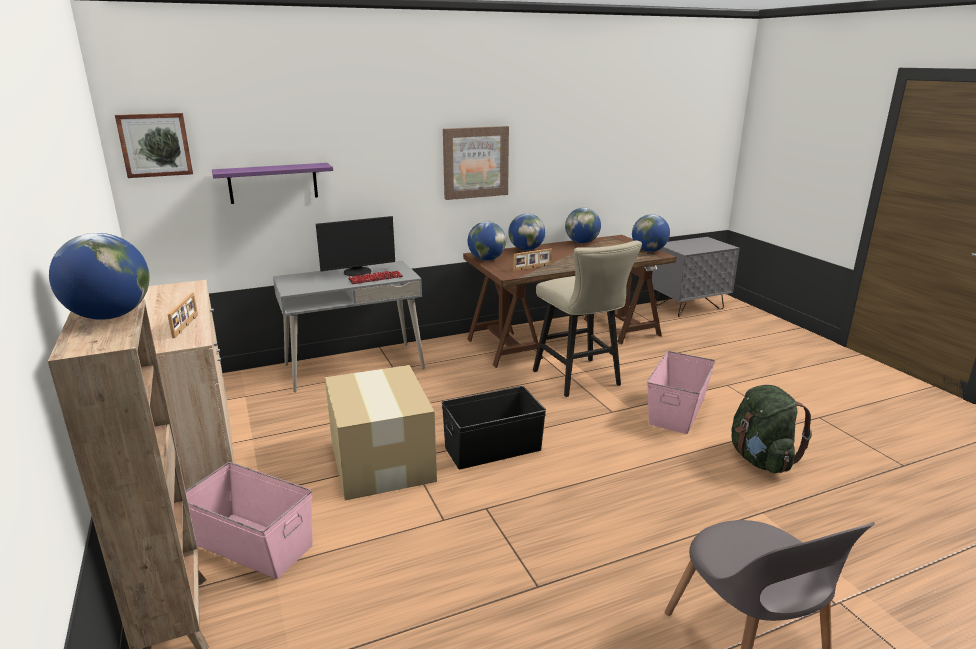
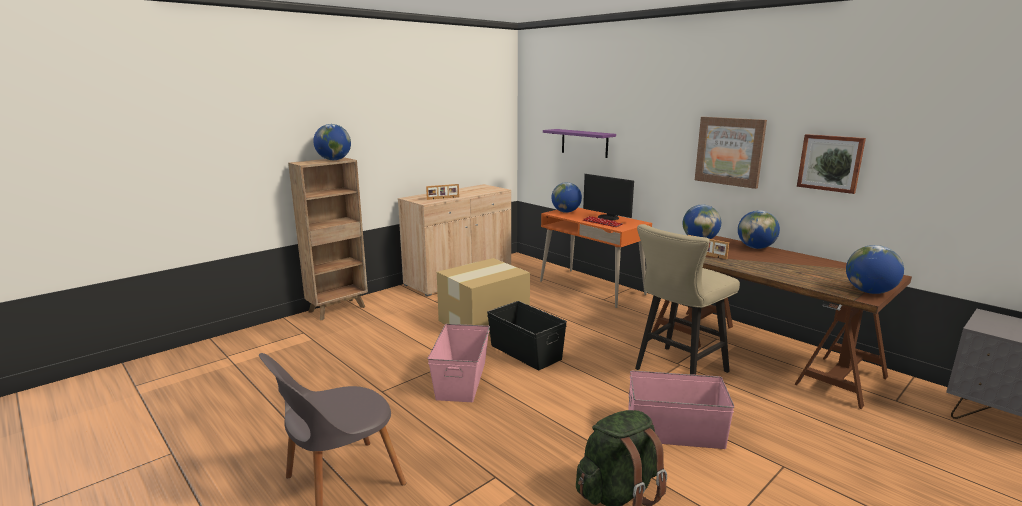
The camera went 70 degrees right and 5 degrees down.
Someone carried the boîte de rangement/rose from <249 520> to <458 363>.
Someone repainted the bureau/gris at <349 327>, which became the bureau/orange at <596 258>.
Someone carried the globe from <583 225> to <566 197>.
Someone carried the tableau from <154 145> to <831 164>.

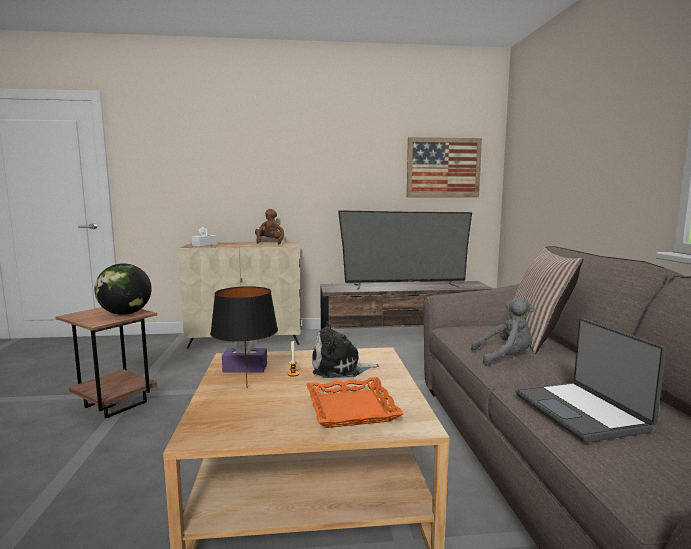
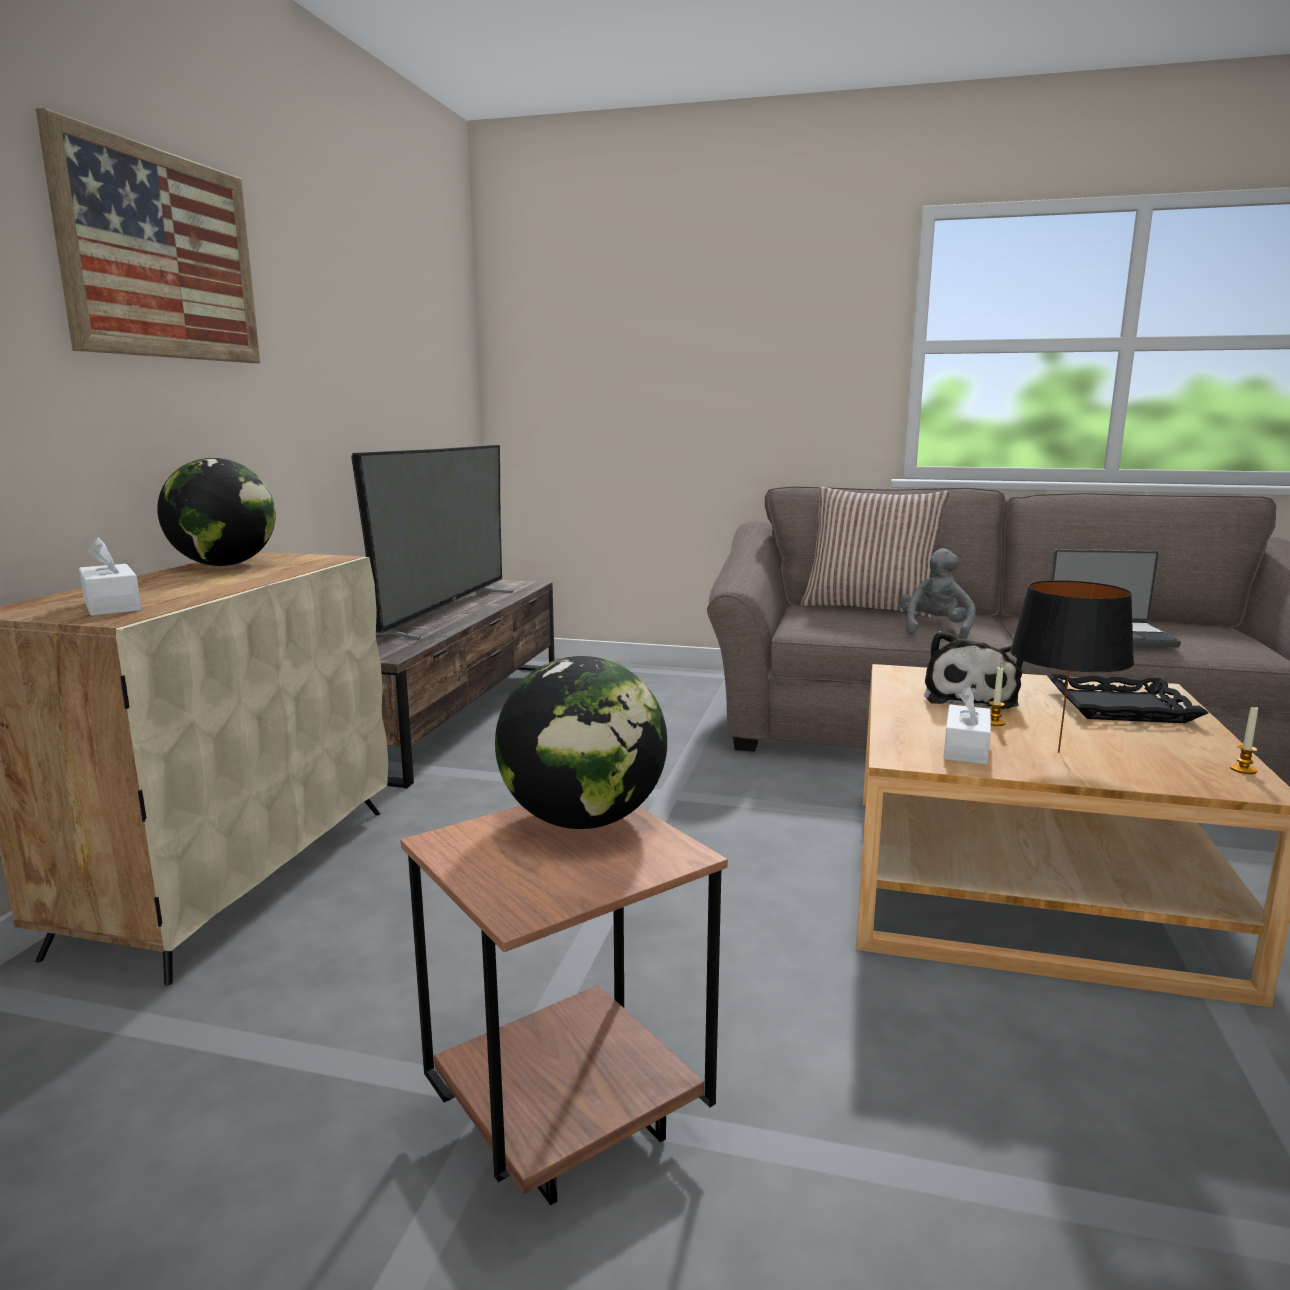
The camera went 70 degrees left and 5 degrees up.
Someone carried the tableau from <444 167> to <148 235>.
Someone swapped the peluche/marron at <269 227> for the globe at <216 512>.
Someone repainted the boîte à mouchoirs/violet at <244 356>, which became the boîte à mouchoirs/blanc at <967 725>.
Someone repainted the plateau/orange at <355 402>, which became the plateau/noir at <1128 698>.
Someone put down the bougie at <1244 740>.

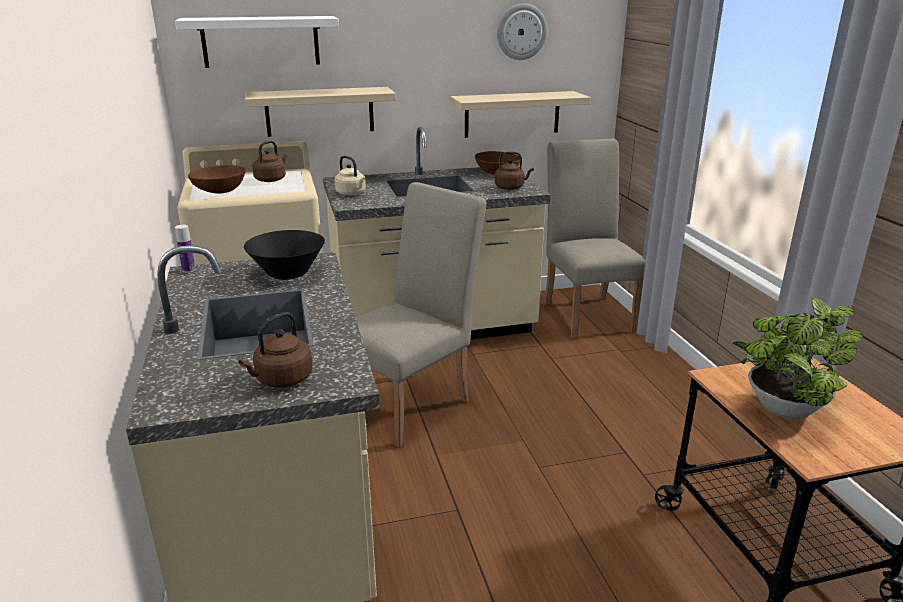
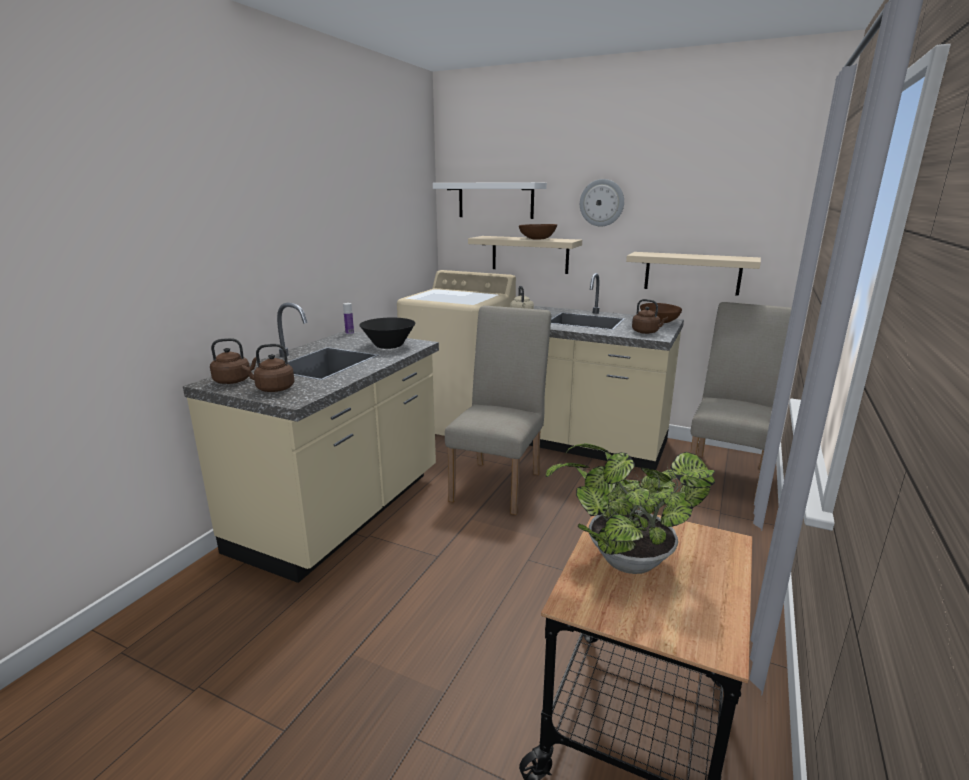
The camera went 40 degrees right and 5 degrees down.
Someone carried the bouilloire/marron from <270 161> to <233 361>.
Someone rotated the chaise/beige at <421 315> by 60 degrees counterclockwise.
Someone carried the bol/marron from <217 179> to <538 232>.
Someone carried the horloge murale from <522 31> to <602 203>.

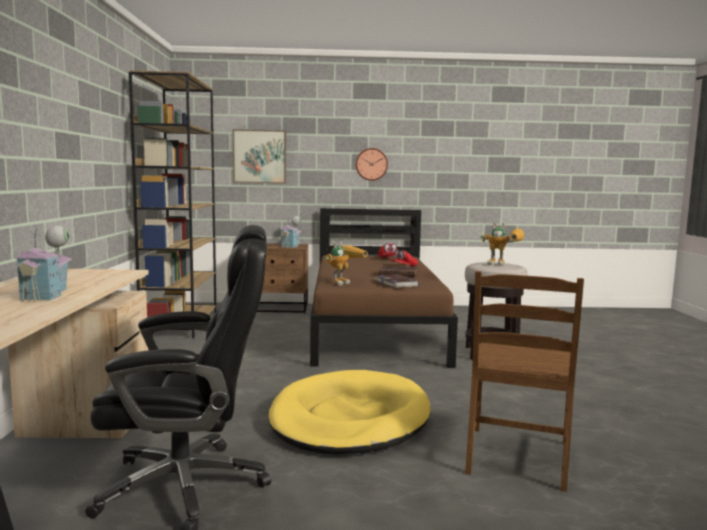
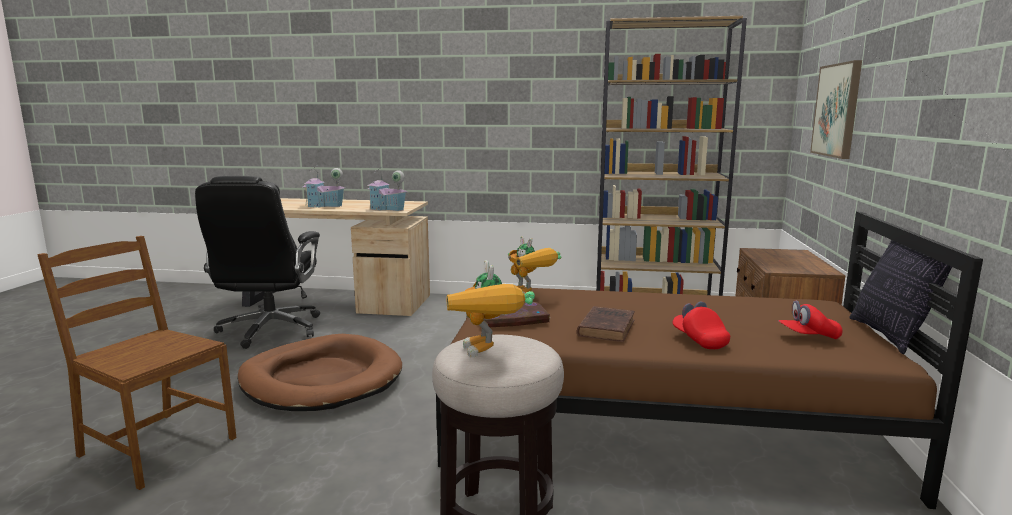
The camera went 100 degrees right and 5 degrees up.
Someone repainted the panier pour chien/jaune at <349 412>, which became the panier pour chien/marron at <319 372>.
Someone carried the maison miniature from <291 232> to <387 189>.
Someone rotated the robot jouet at <502 244> by 45 degrees counterclockwise.
Someone put down the coussin at <901 297>.
Someone took away the horloge murale at <372 164>.

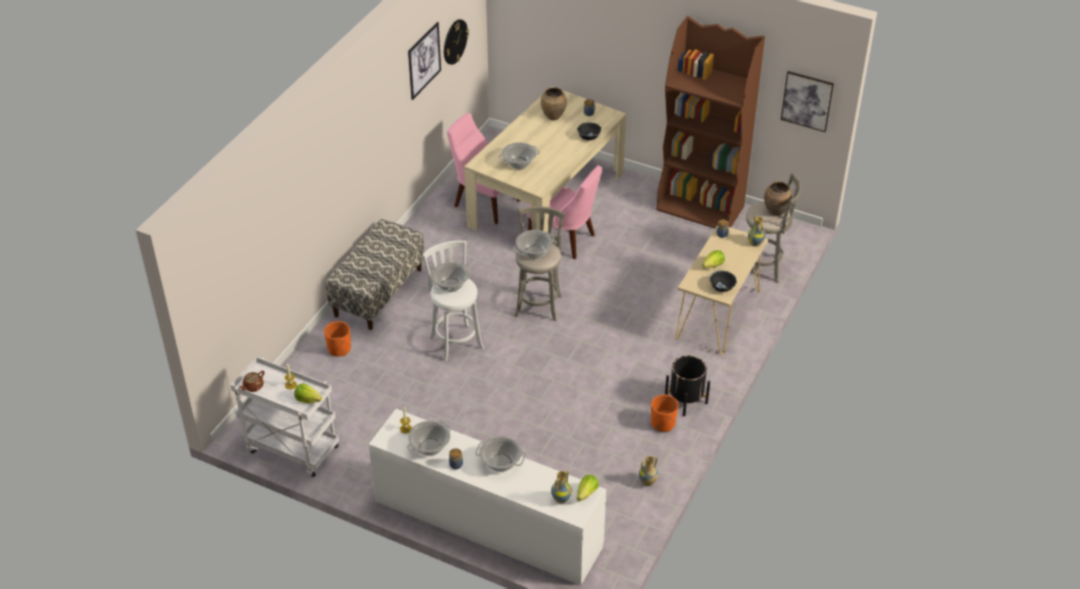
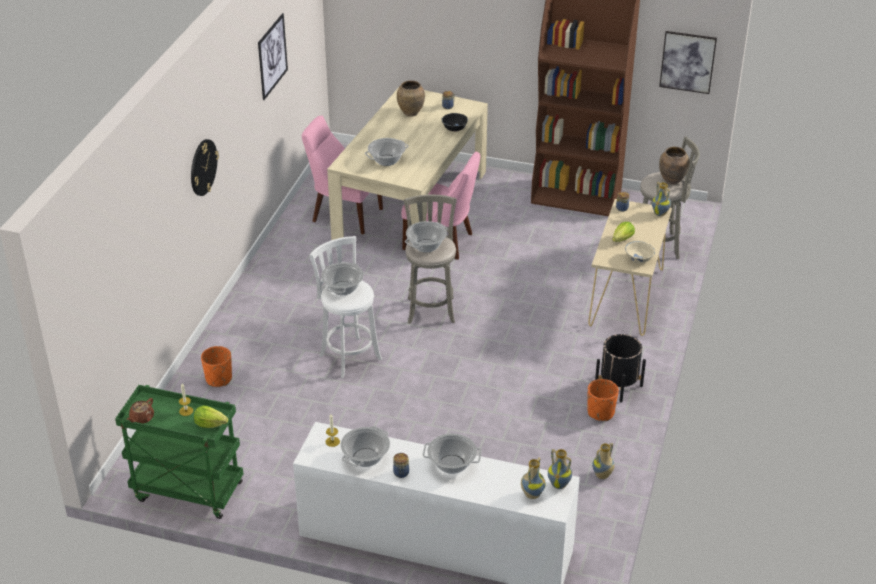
The camera went 10 degrees left and 5 degrees down.
Someone repainted the chariot/blanc at <285 417>, which became the chariot/vert at <179 452>.
Someone carried the horloge murale from <456 42> to <205 167>.
Someone swapped the laitue at <588 488> for the vase at <560 469>.
Someone repainted the bol/noir at <723 281>, which became the bol/beige at <640 252>.
Someone took away the banc at <375 274>.

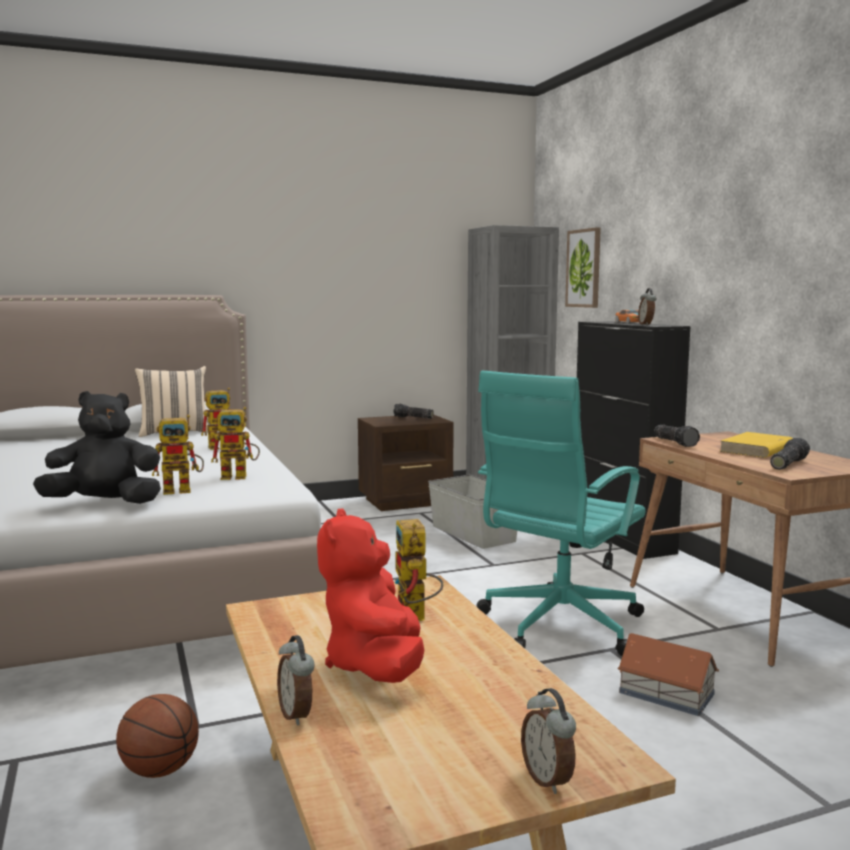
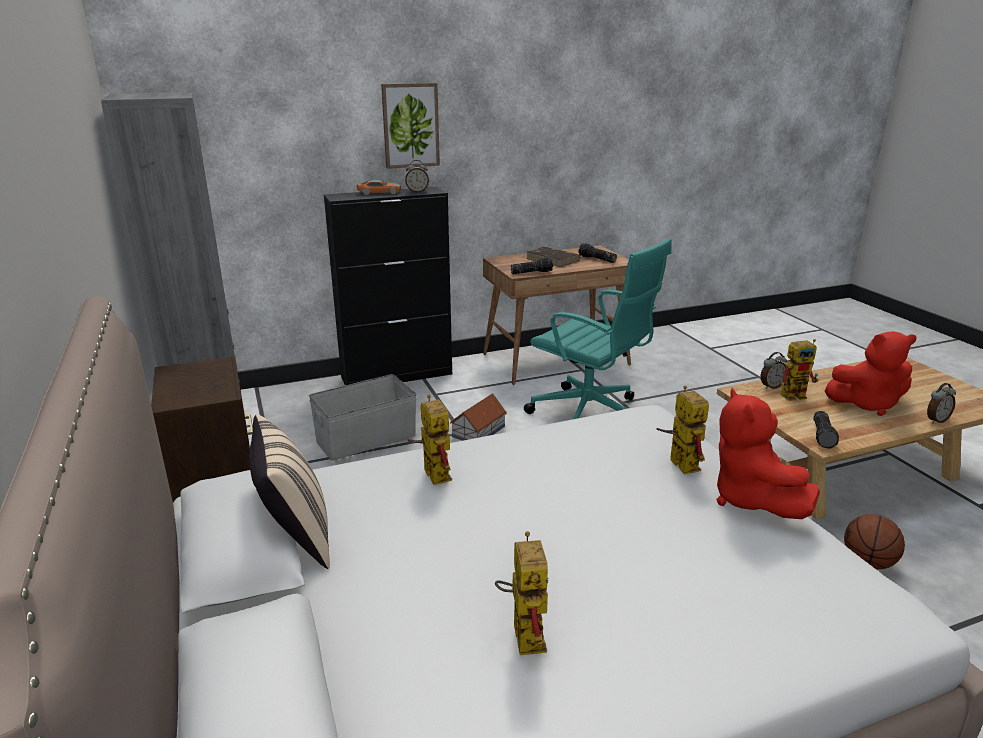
The camera went 90 degrees left and 15 degrees up.
Someone carried the tableau from <583 267> to <410 126>.
Someone carried the maison miniature from <668 674> to <478 417>.
Someone carried the robot jouet from <235 443> to <522 593>.
Someone repainted the livre/jaune at <756 445>, which became the livre/marron at <553 257>.
Someone repainted the peluche/noir at <97 447>, which became the peluche/rouge at <768 453>.
Someone carried the réveil from <548 741> to <774 370>.
Someone carried the lampe de poche from <414 411> to <826 430>.

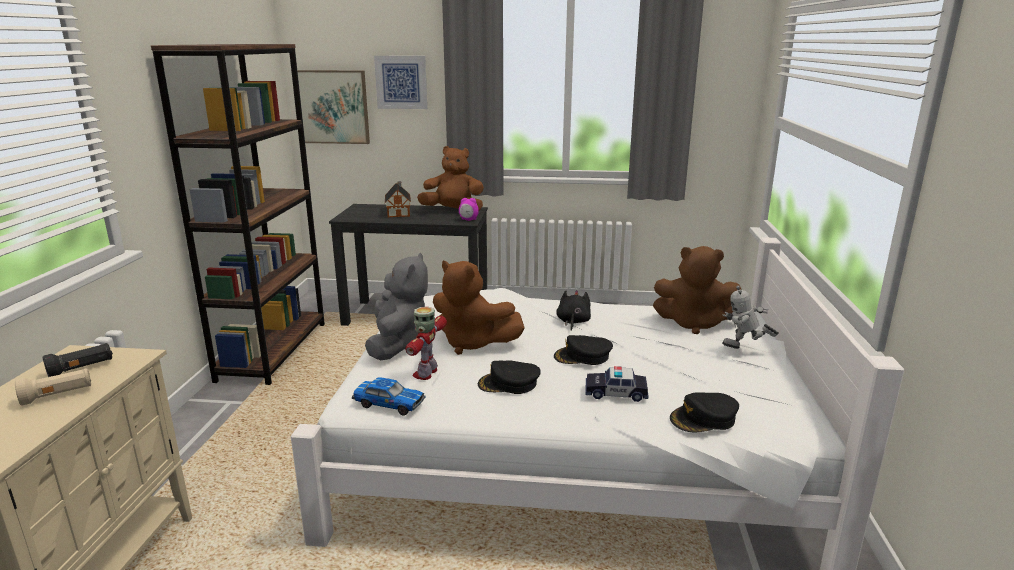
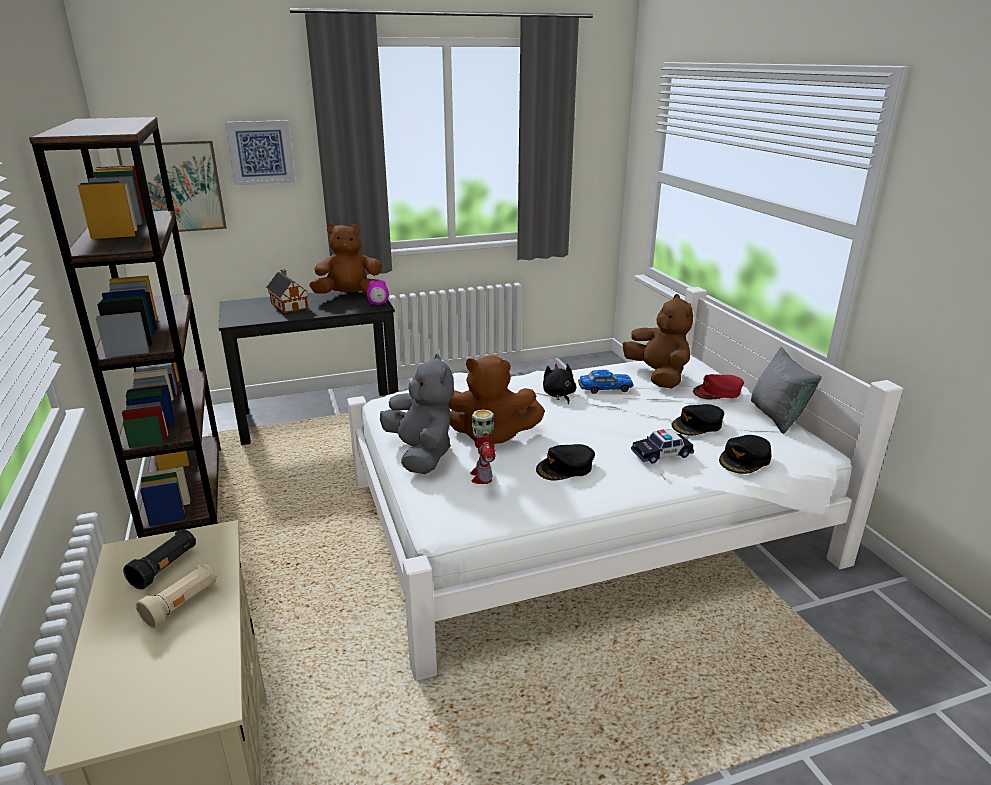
The camera went 25 degrees left and 5 degrees up.
Someone carried the petite voiture from <388 396> to <606 382>.
Someone rotated the peluche/marron at <697 290> by 105 degrees counterclockwise.
Someone carried the casquette/noir from <583 350> to <698 420>.
Someone swapped the robot jouet at <750 317> for the casquette/rouge at <718 386>.
Someone put down the coussin/gris at <786 390>.

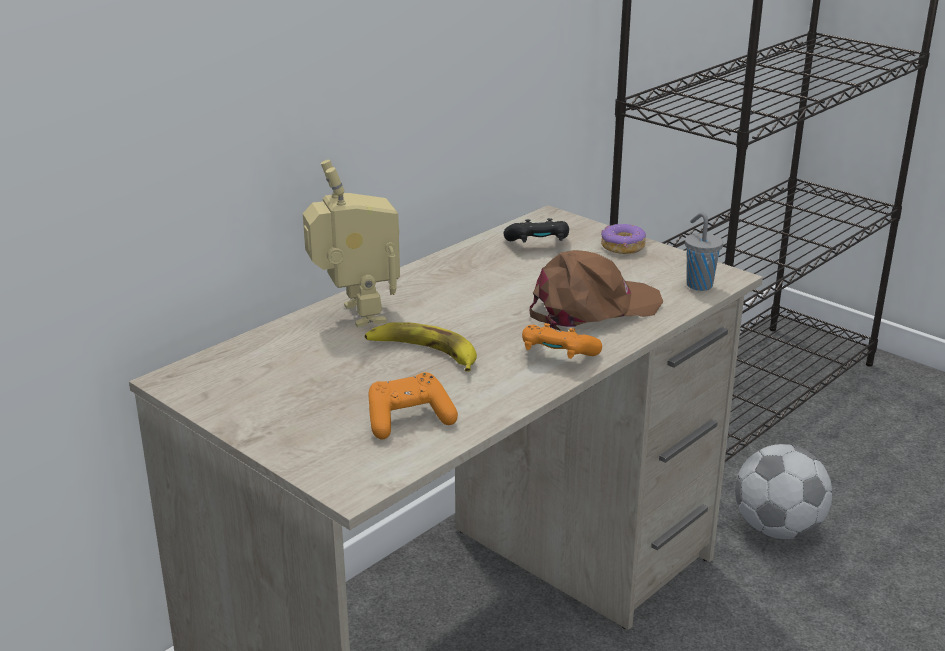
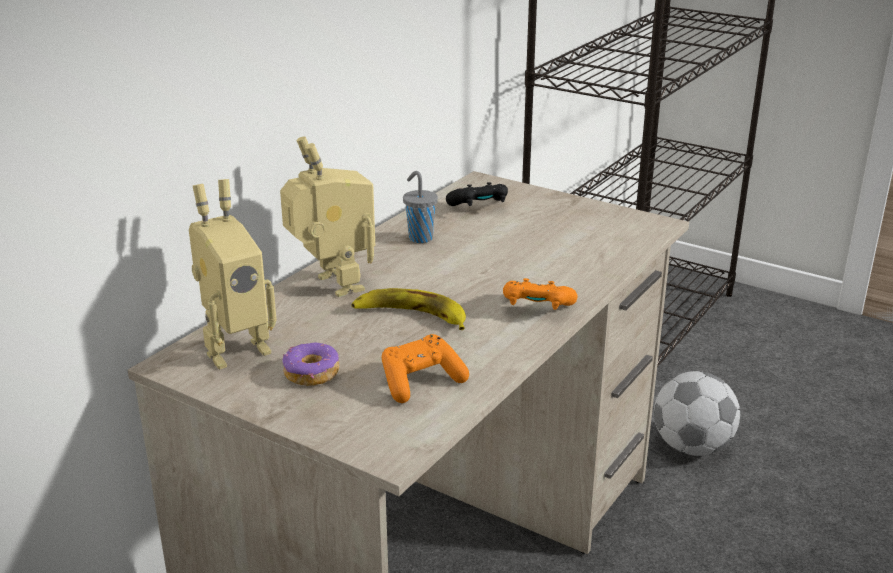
The camera went 10 degrees left and 0 degrees up.
Someone put down the robot jouet at <233 274>.
Someone carried the beignet from <623 239> to <311 364>.
Someone carried the tasse/gris from <704 252> to <420 207>.
Someone took away the casquette/marron at <596 290>.

